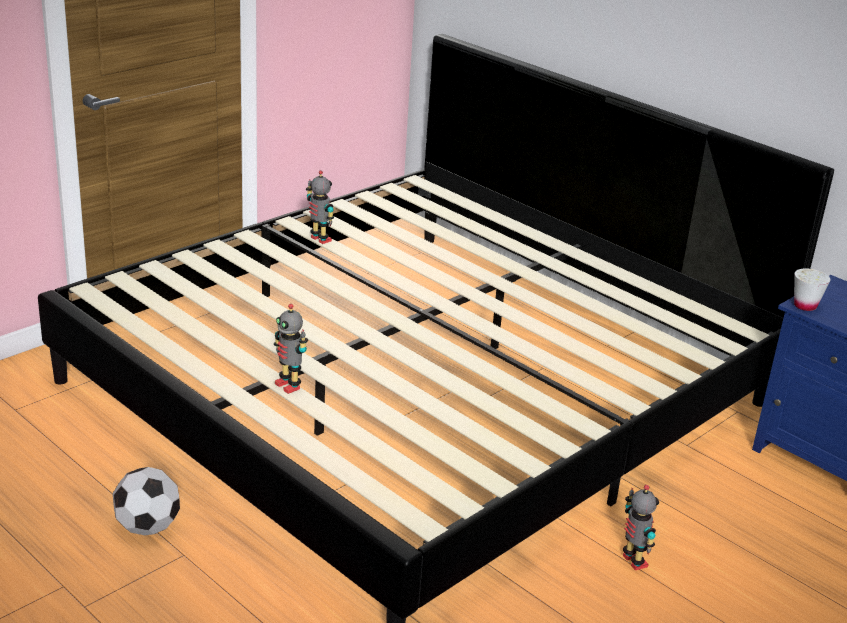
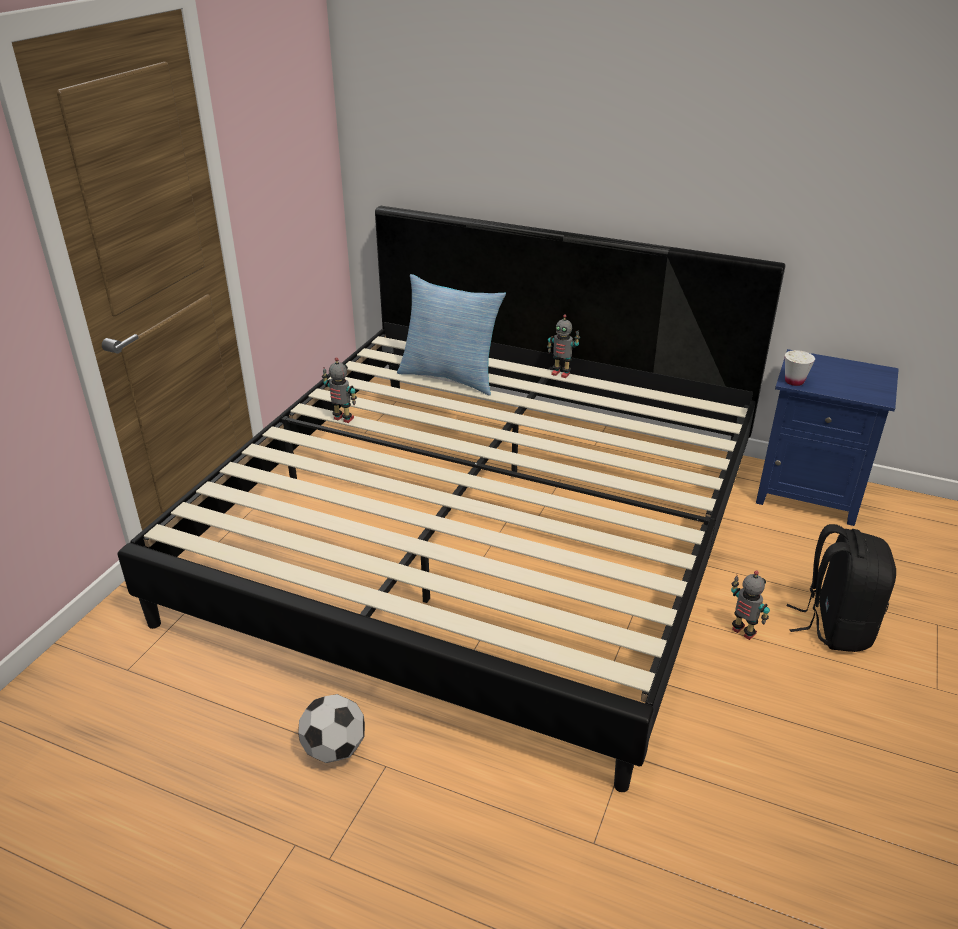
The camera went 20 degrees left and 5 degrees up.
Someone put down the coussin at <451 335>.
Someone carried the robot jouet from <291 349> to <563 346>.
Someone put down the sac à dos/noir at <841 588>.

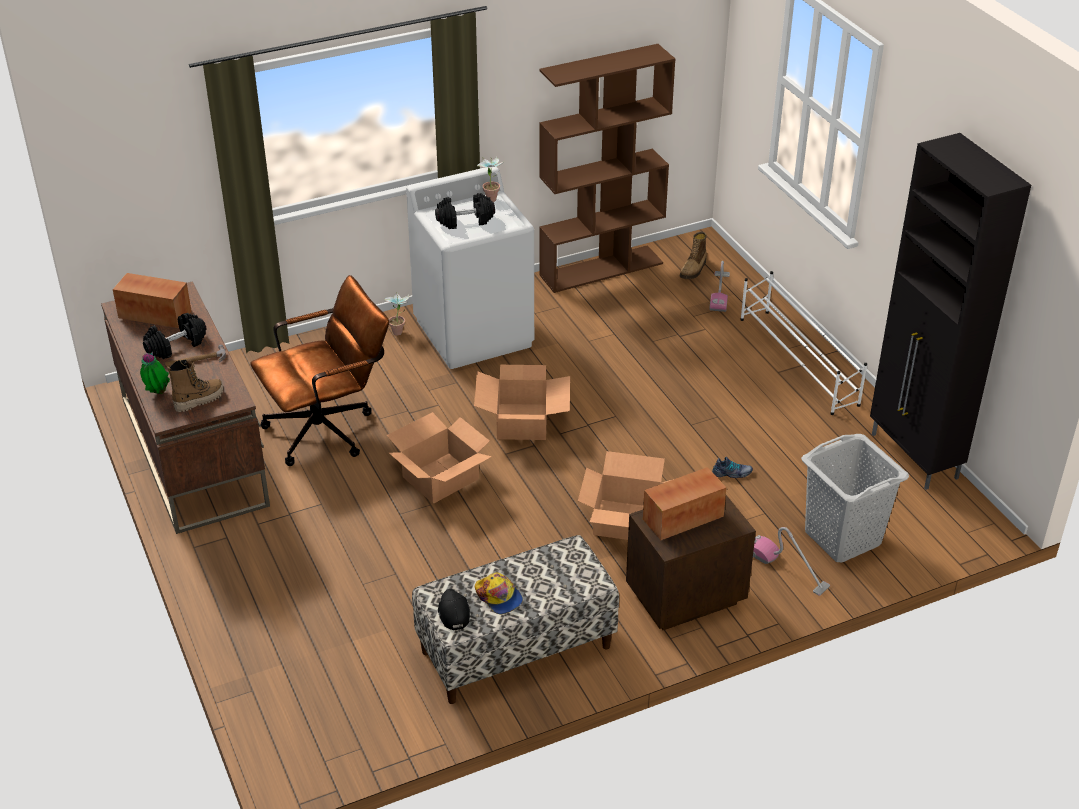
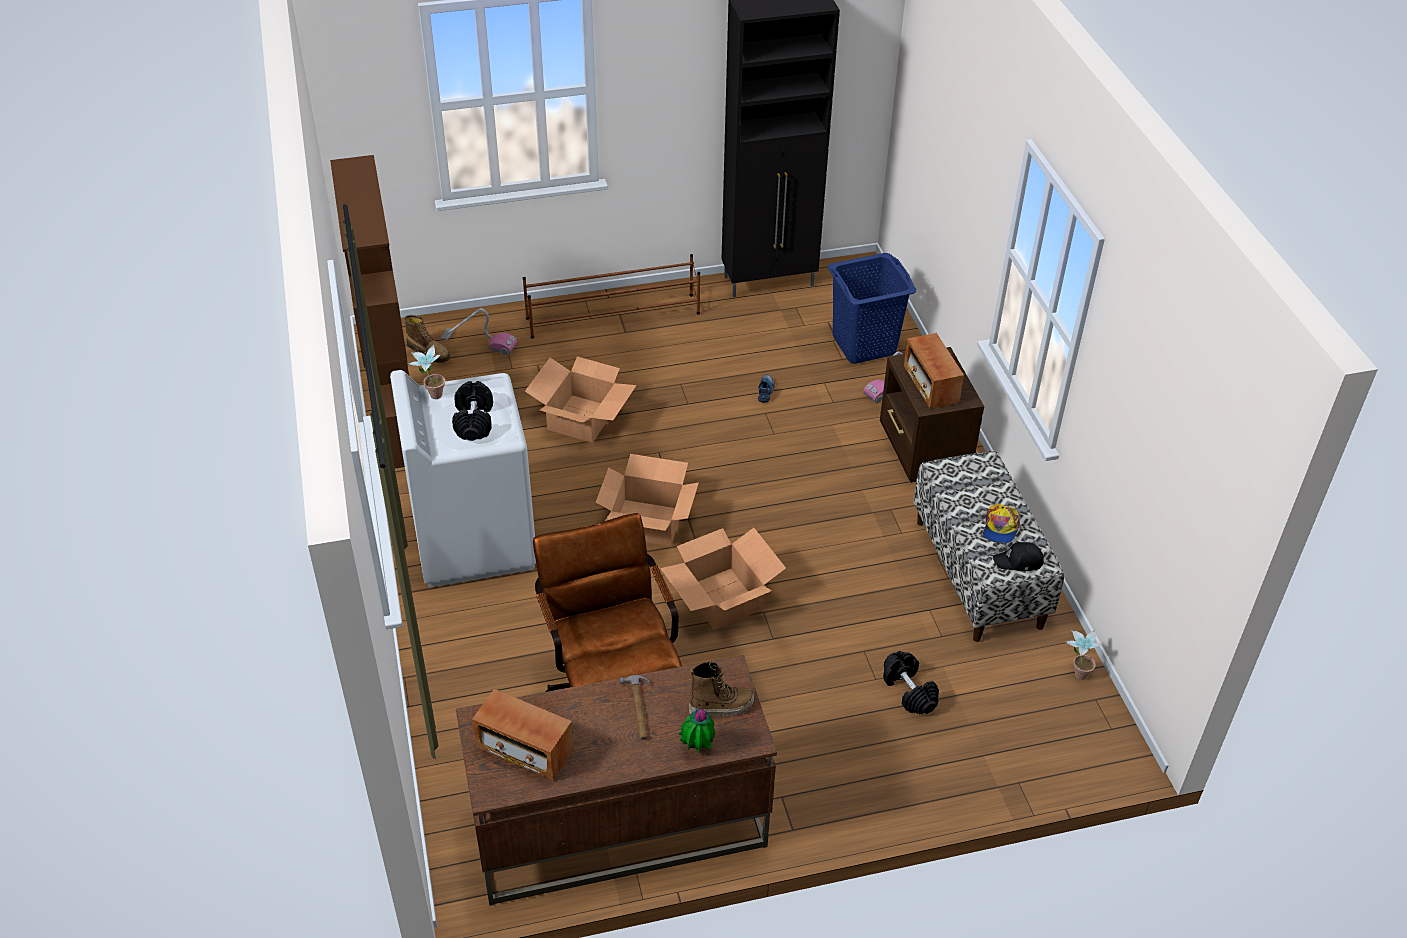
The camera went 80 degrees left and 5 degrees up.
Someone rotated the radio at <152 300> by 90 degrees counterclockwise.
Someone repainted the étagère à chaussures/blanc at <803 343>, which became the étagère à chaussures/marron at <611 296>.
Someone carried the carton from <626 495> to <581 400>.
Someone rotated the botte at <195 386> by 105 degrees clockwise.
Someone repainted the panier à linge/gris at <855 498>, which became the panier à linge/bleu at <872 308>.
Someone carried the haltère/noir from <174 336> to <911 682>.
Someone rotated the casquette at <499 593> by 135 degrees clockwise.
Someone carried the plante en pot from <396 314> to <1083 655>.

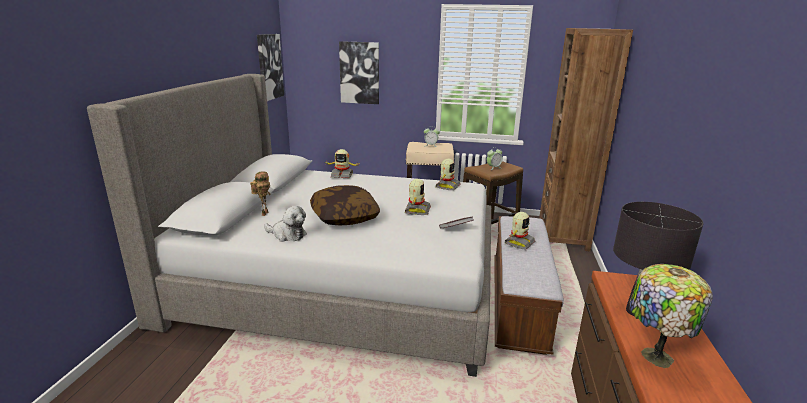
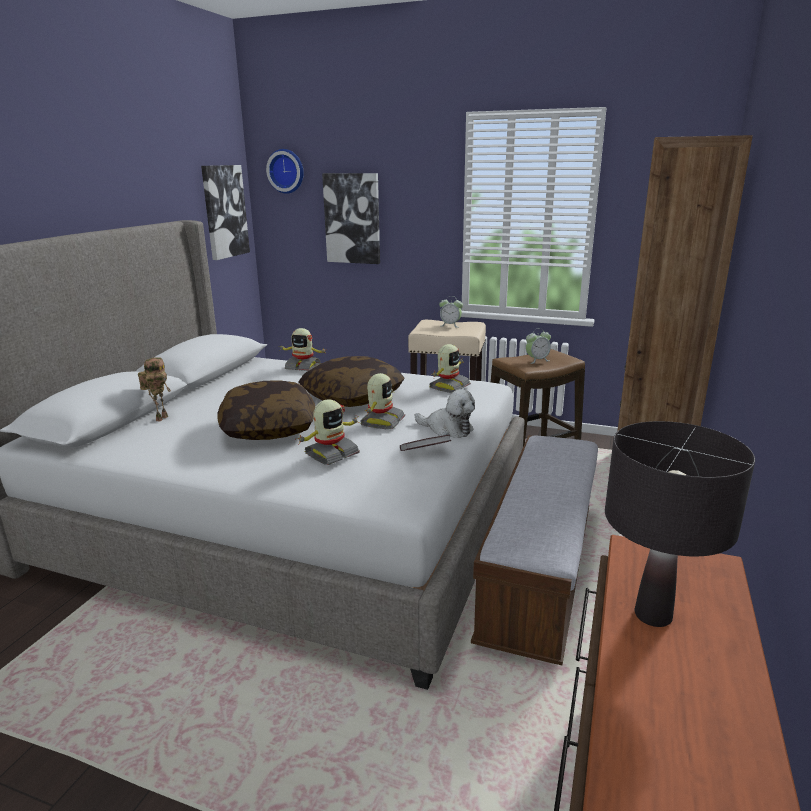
The camera went 10 degrees right and 0 degrees up.
Someone put up the horloge murale at <285 171>.
Someone put down the coussin at <351 381>.
Someone carried the robot jouet from <520 230> to <329 432>.
Someone carried the peluche from <285 224> to <445 413>.
Someone took away the lampe de table at <671 316>.

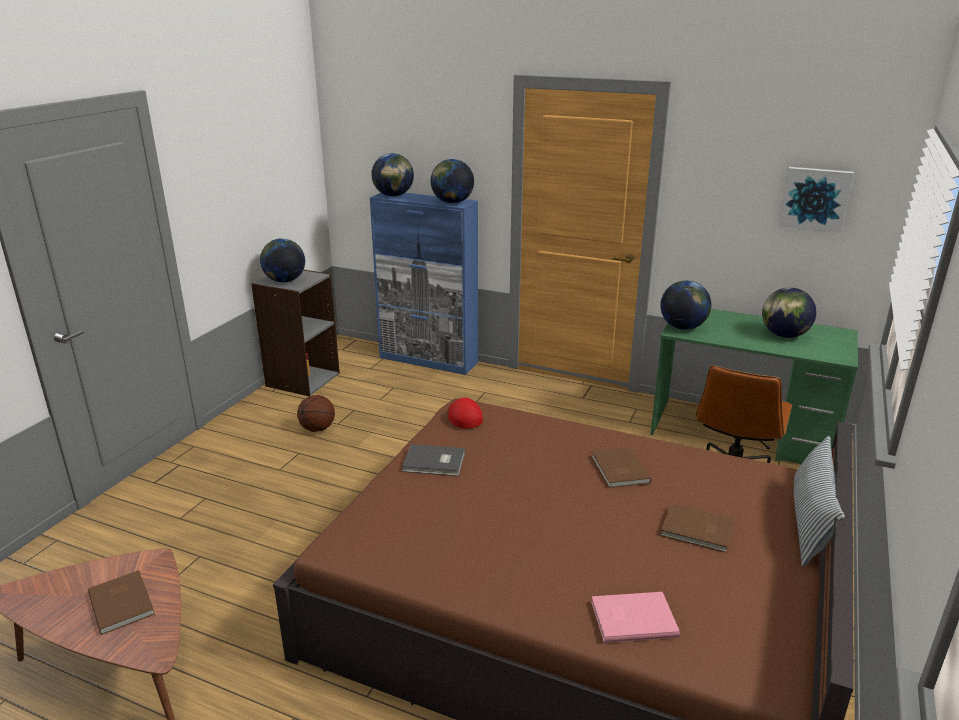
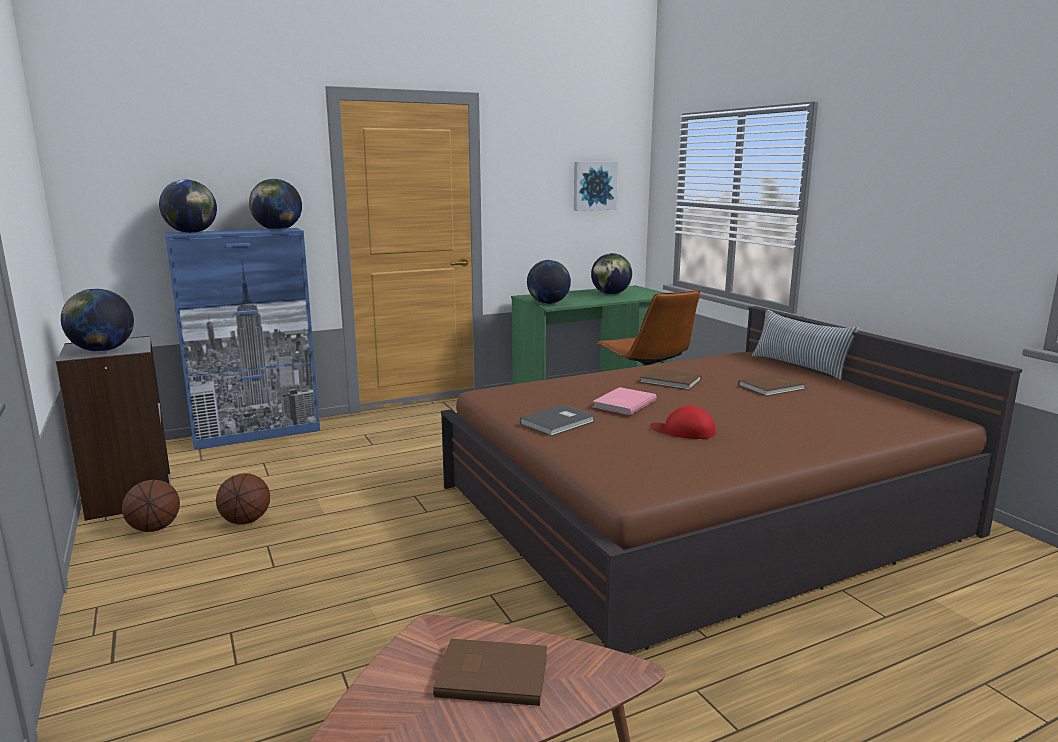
The camera went 50 degrees left and 10 degrees down.
Someone put down the ballon de basket at <151 506>.
Someone carried the livre/rose from <635 617> to <624 401>.
Someone carried the casquette/rouge from <465 413> to <683 422>.

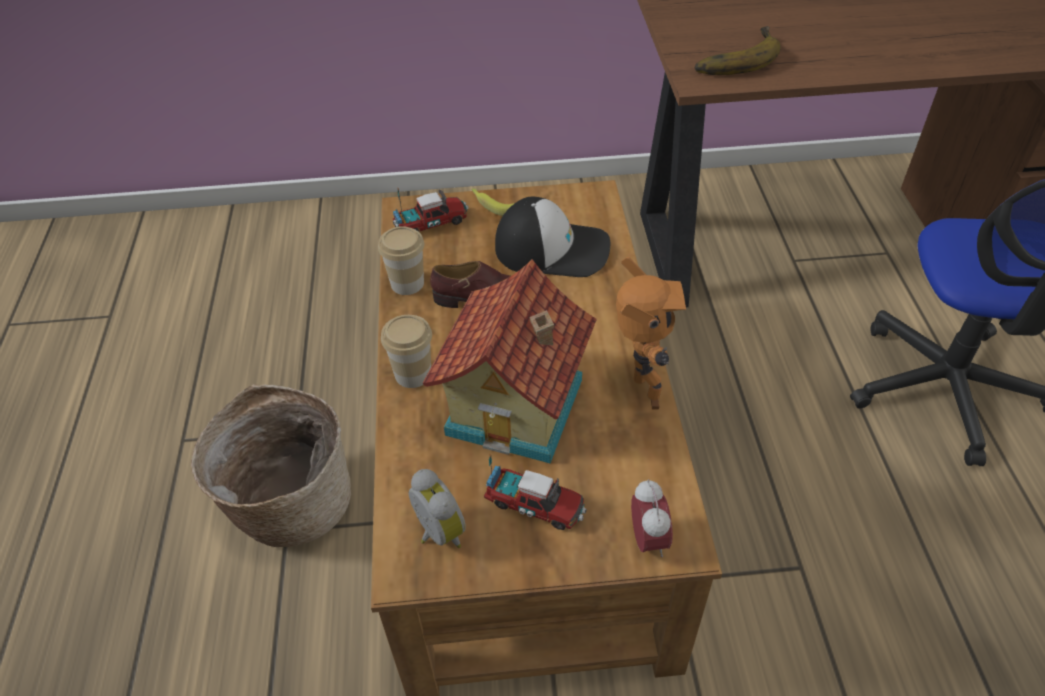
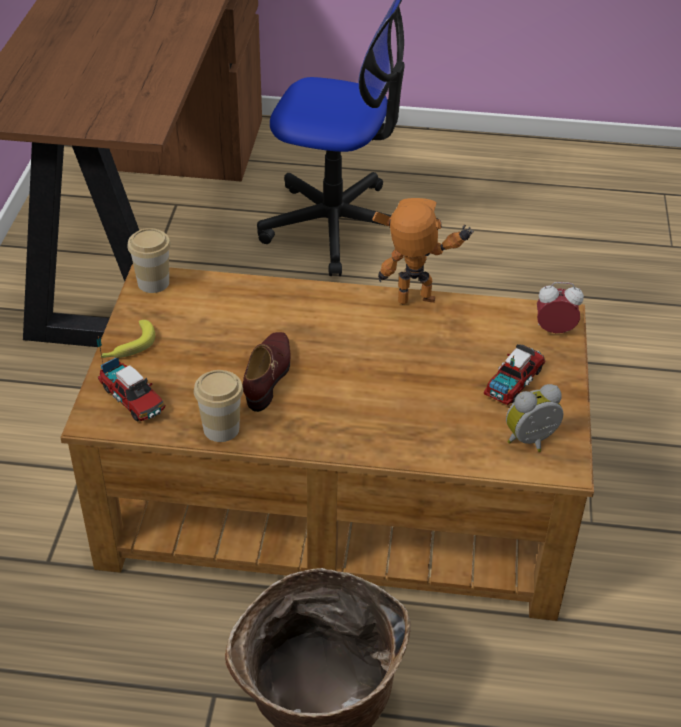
The camera went 80 degrees left and 5 degrees down.
Someone rotated the camion jouet at <431 210> by 150 degrees clockwise.
Someone carried the tasse from <406 351> to <149 260>.
Someone took away the maison miniature at <510 361>.
Someone took away the casquette at <552 237>.
Someone took away the banane at <737 50>.

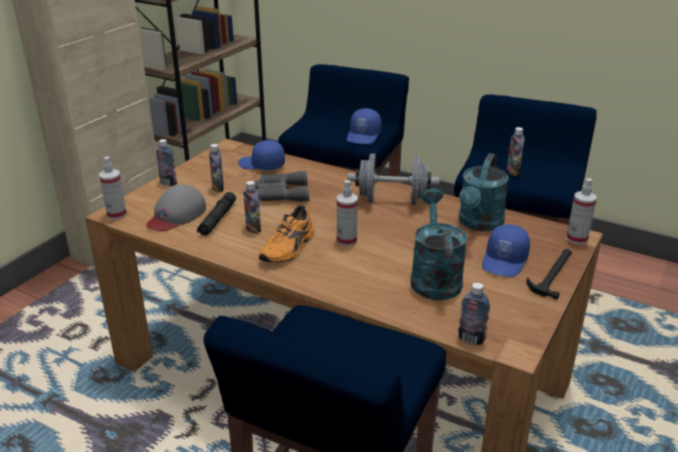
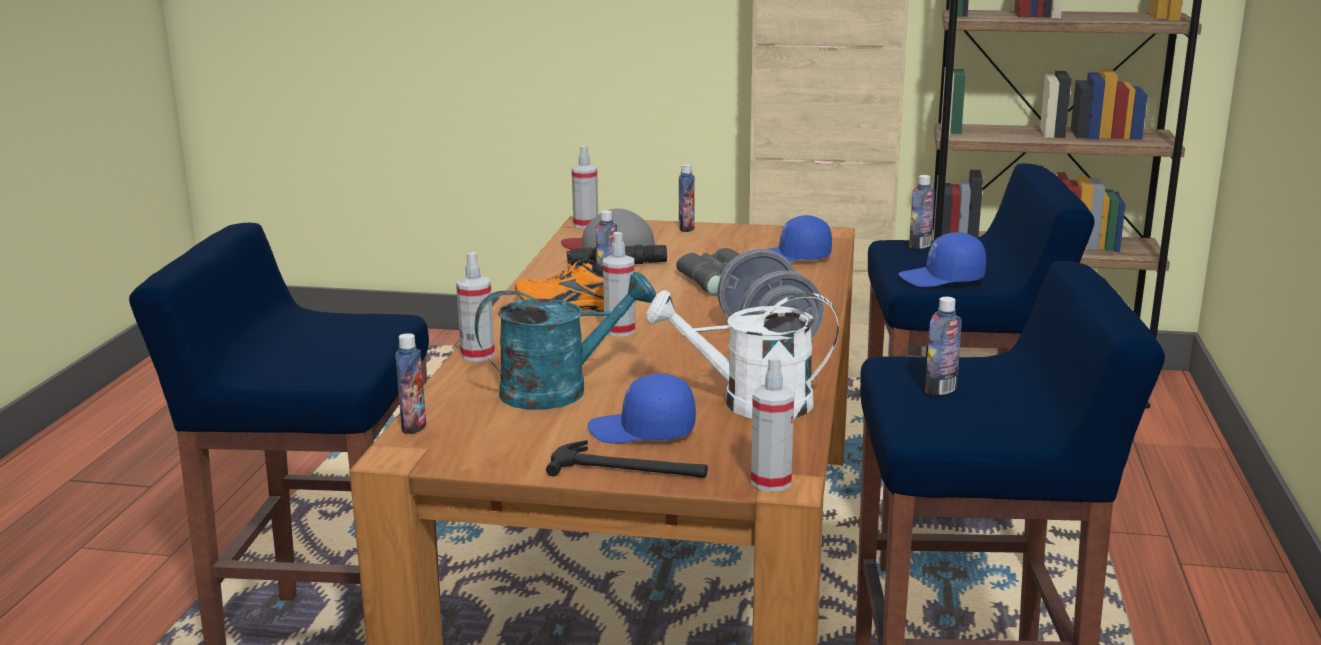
The camera went 70 degrees right and 10 degrees down.
Someone put down the vaporisateur at <475 307>.
Someone repainted the arrosoir/turquoise at <484 192>, which became the arrosoir/blanc at <742 354>.
Someone rotated the casquette/bleu at <261 155> by 90 degrees counterclockwise.
Someone carried the bouteille from <216 168> to <922 212>.

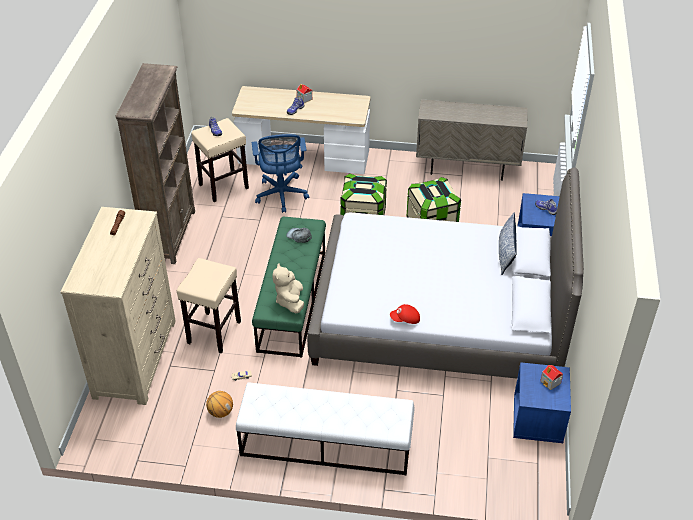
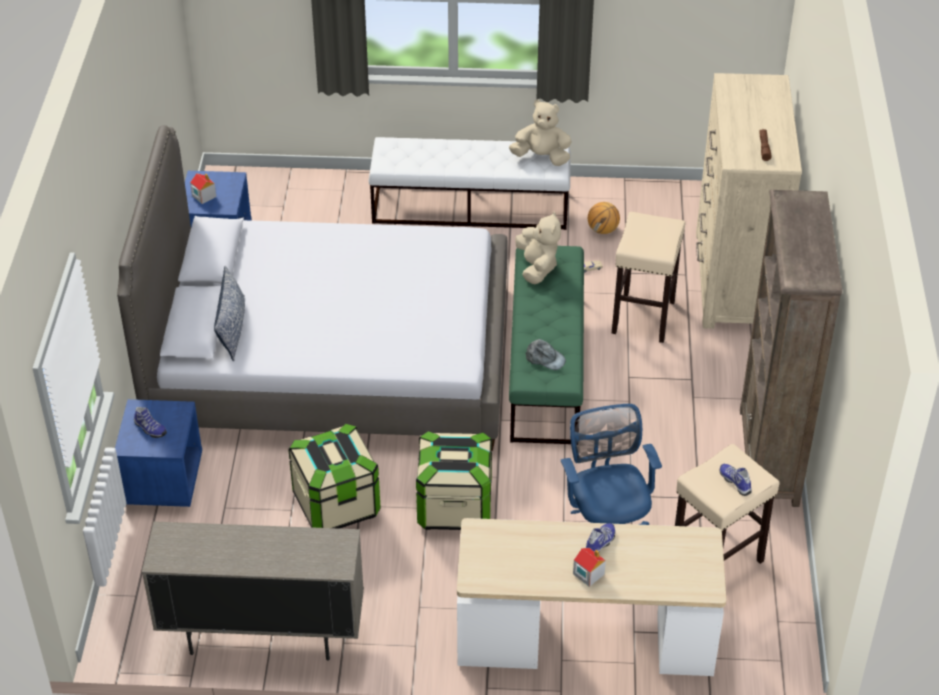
The camera went 175 degrees right and 0 degrees up.
Someone put down the peluche/beige at <540 133>.
Someone took away the casquette/rouge at <405 314>.

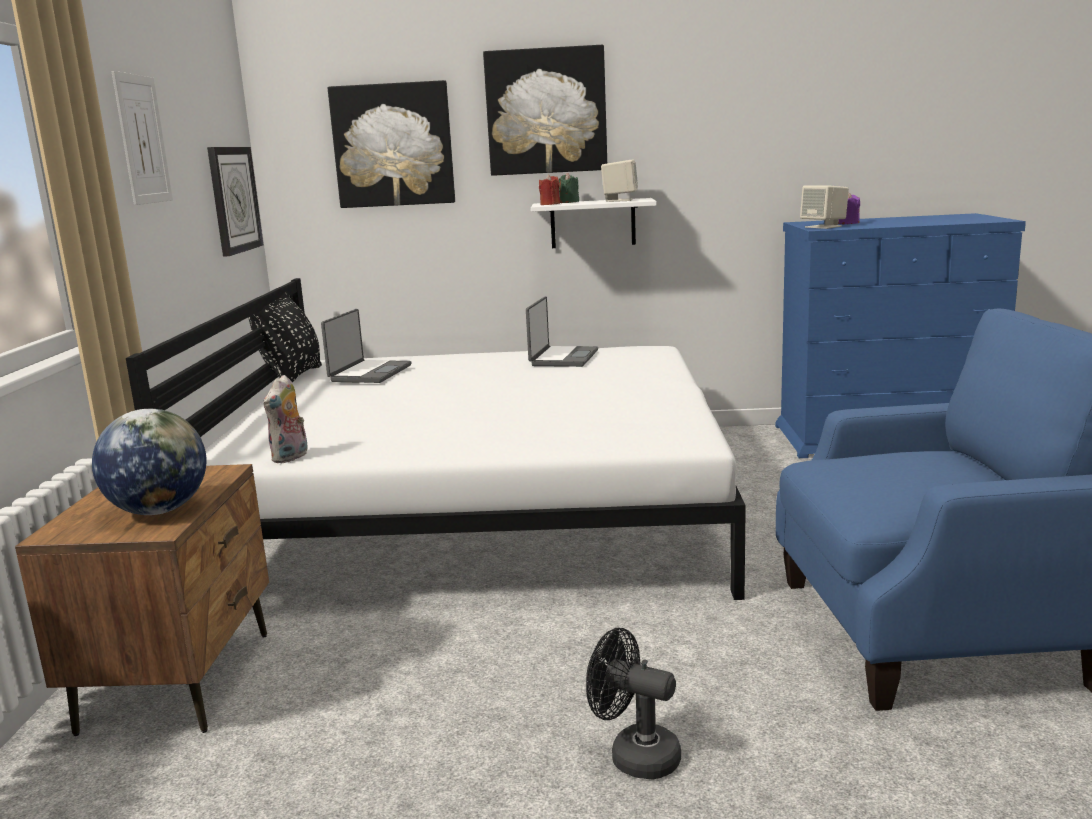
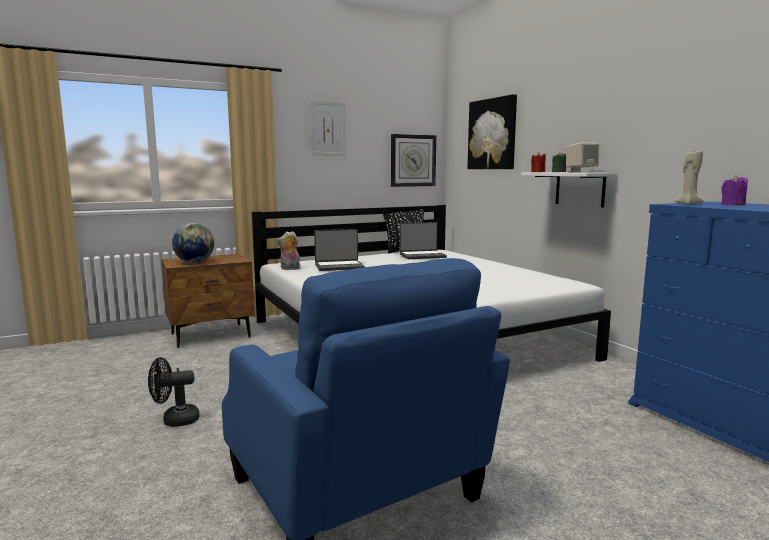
The camera went 60 degrees right and 5 degrees down.
Someone rotated the ventilateur/noir at <633 703> by 105 degrees counterclockwise.
Someone carried the ordinateur portable from <562 331> to <339 250>.
Someone swapped the enceinte/beige at <824 207> for the bougie/beige at <689 178>.
Someone took away the tableau at <545 110>.

